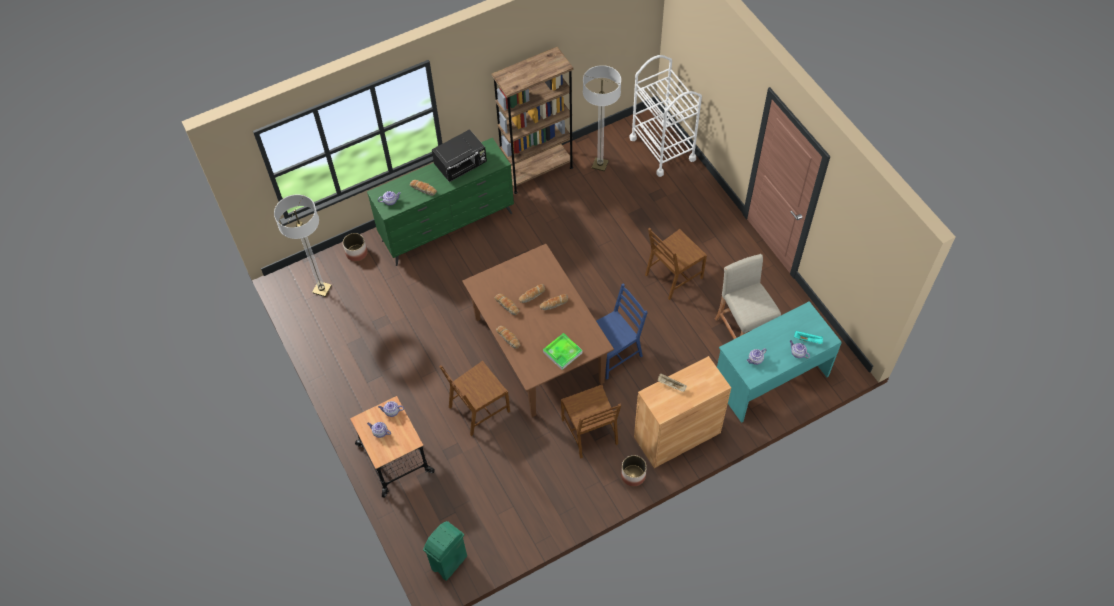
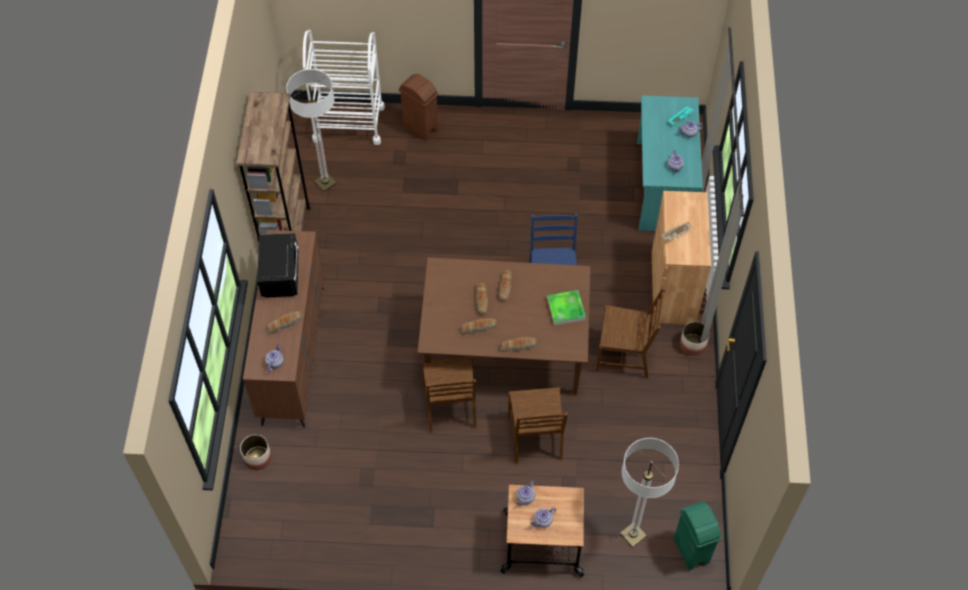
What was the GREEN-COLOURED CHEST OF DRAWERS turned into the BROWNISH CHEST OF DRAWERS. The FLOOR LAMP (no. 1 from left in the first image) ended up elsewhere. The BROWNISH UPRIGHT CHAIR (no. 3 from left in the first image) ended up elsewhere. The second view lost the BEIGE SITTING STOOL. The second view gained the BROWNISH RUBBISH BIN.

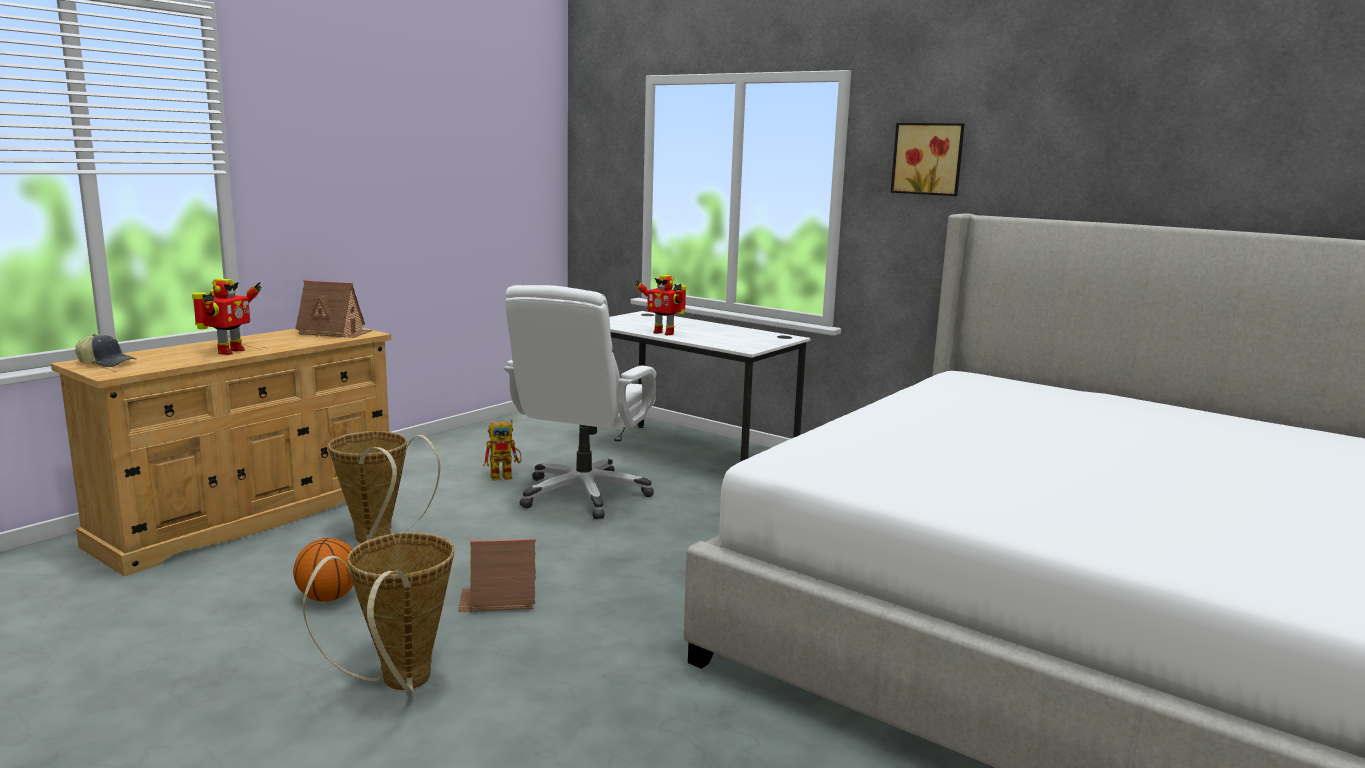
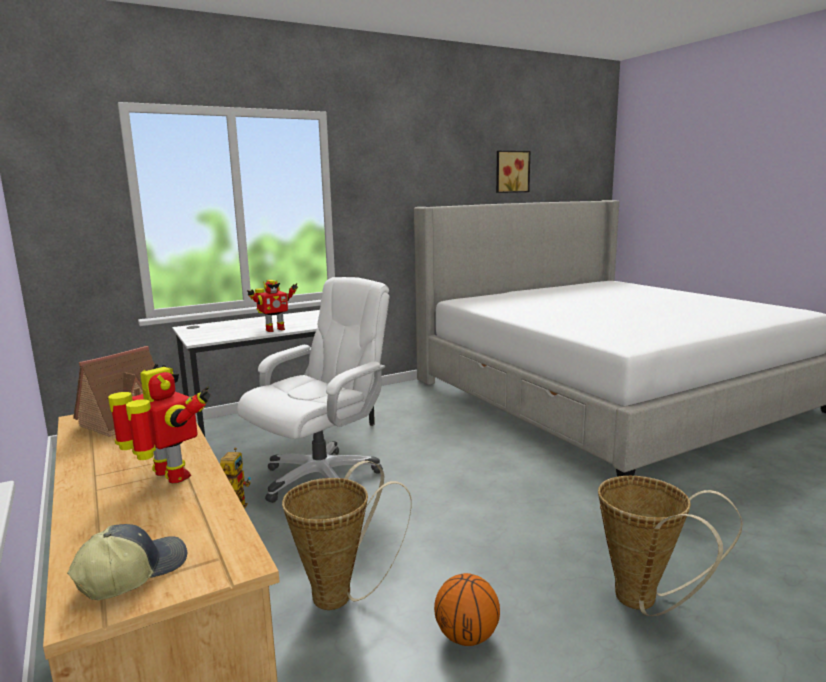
The WALL ART ended up elsewhere. The WHITISH OFFICE CHAIR ended up facing another way, 90 degrees counterclockwise from before. The second view lost the MODEL HOUSE (no. 2 from left).

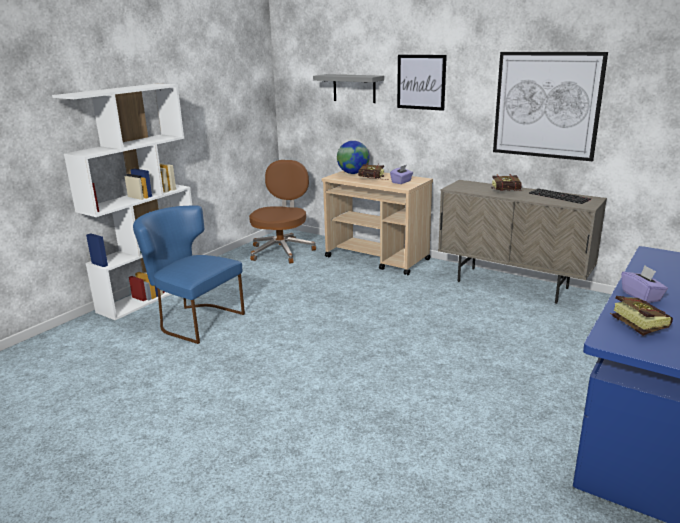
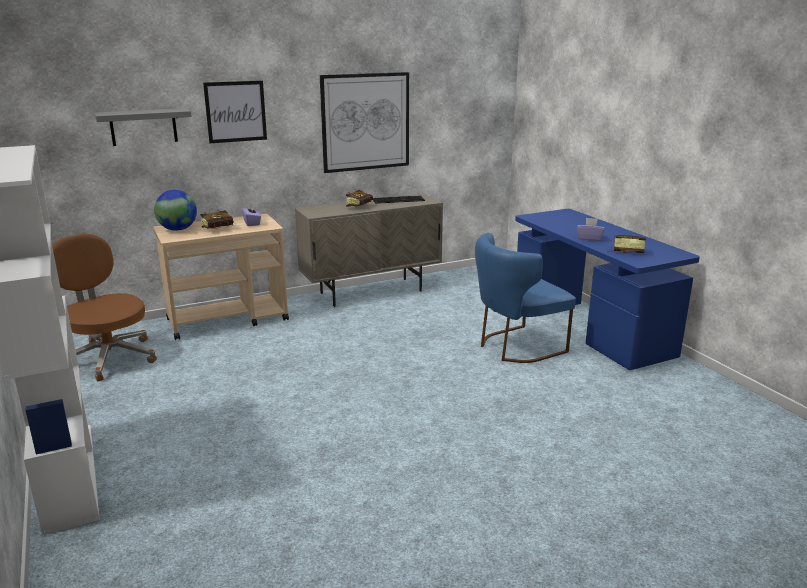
The BLUISH UPRIGHT CHAIR ended up elsewhere.

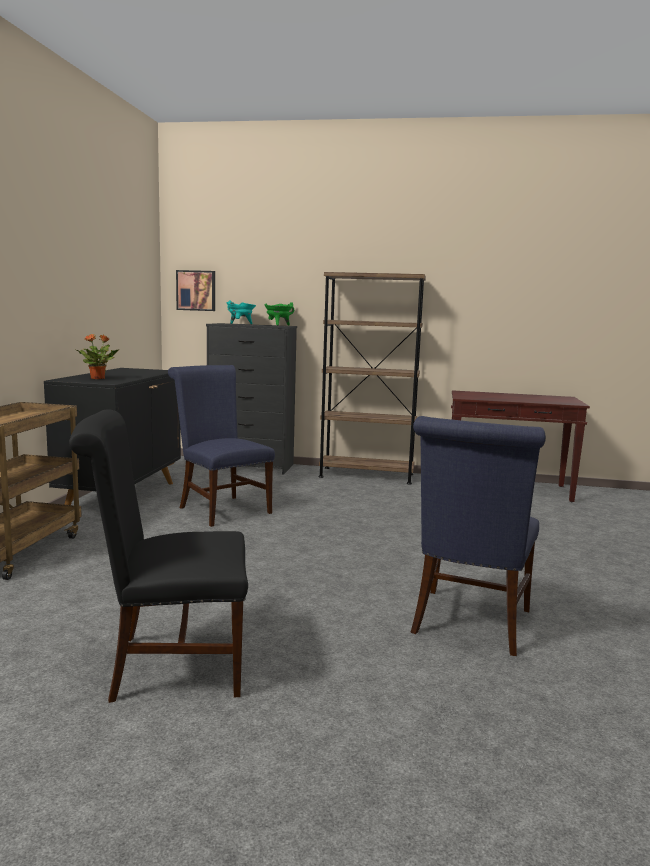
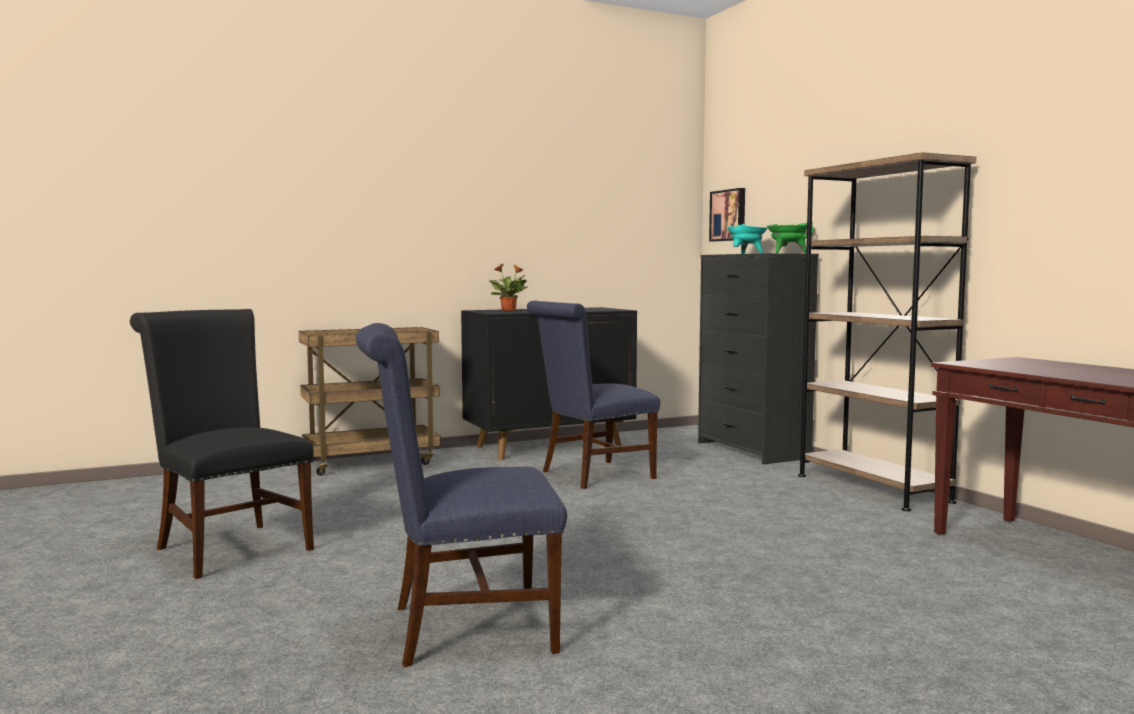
The BLUISH UPRIGHT CHAIR (no. 1 from left in the first image) ended up facing another way, 135 degrees counterclockwise from before.

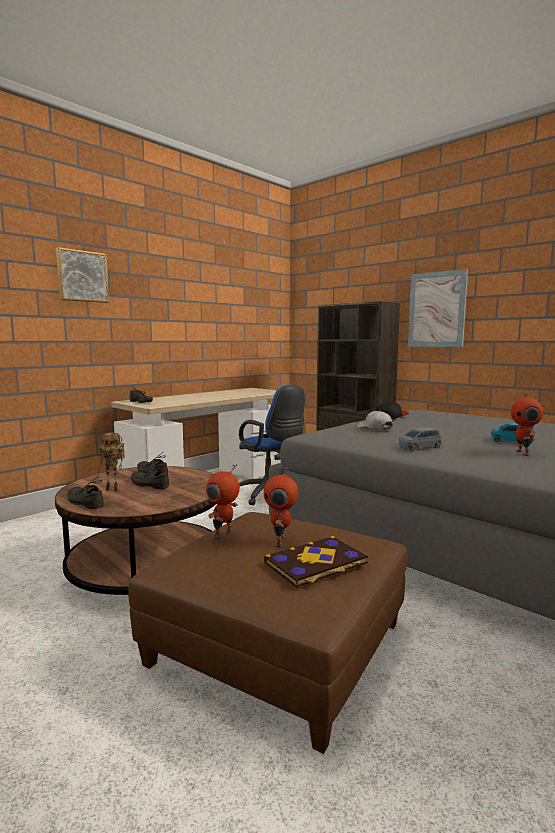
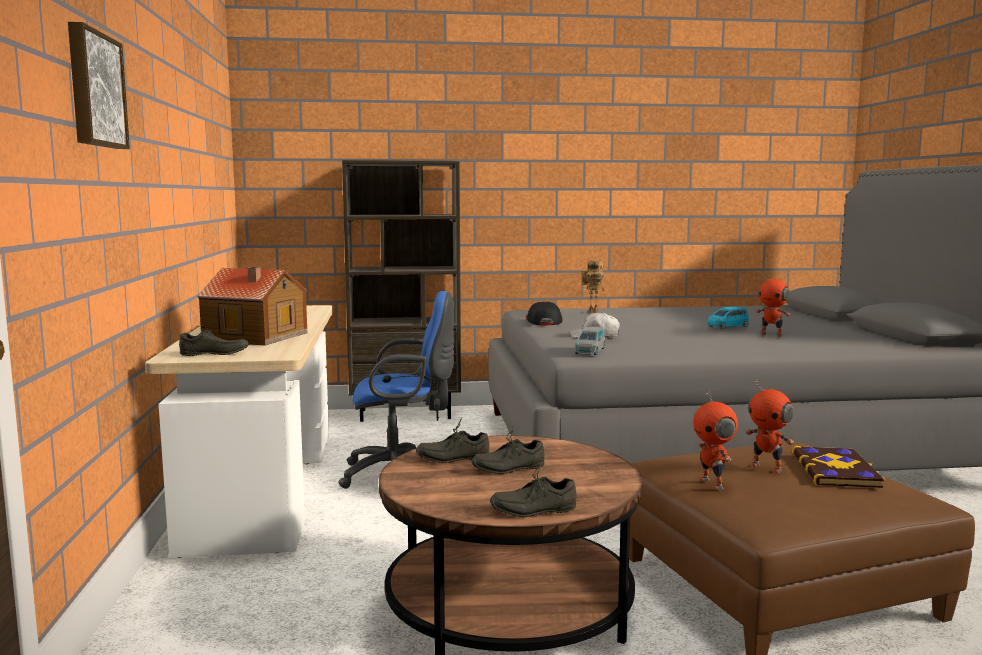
The second view lost the WALL ART (no. 2 from left). The GREYISH TOY CAR ended up elsewhere. The MODEL ROBOT (no. 1 from left) ended up elsewhere. The second view gained the MODEL HOUSE.

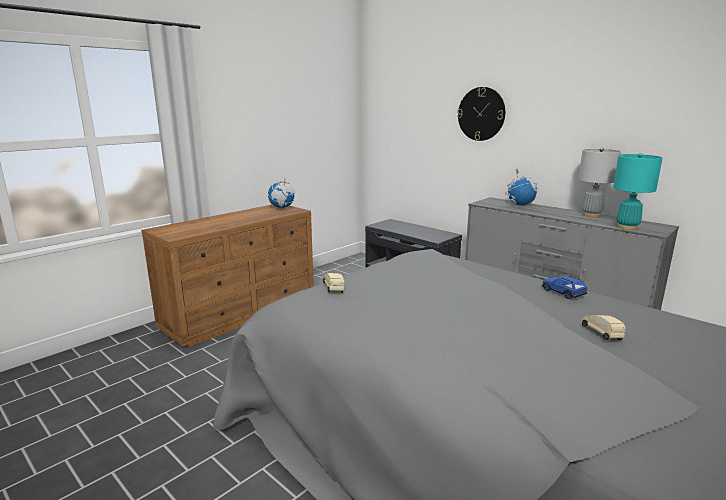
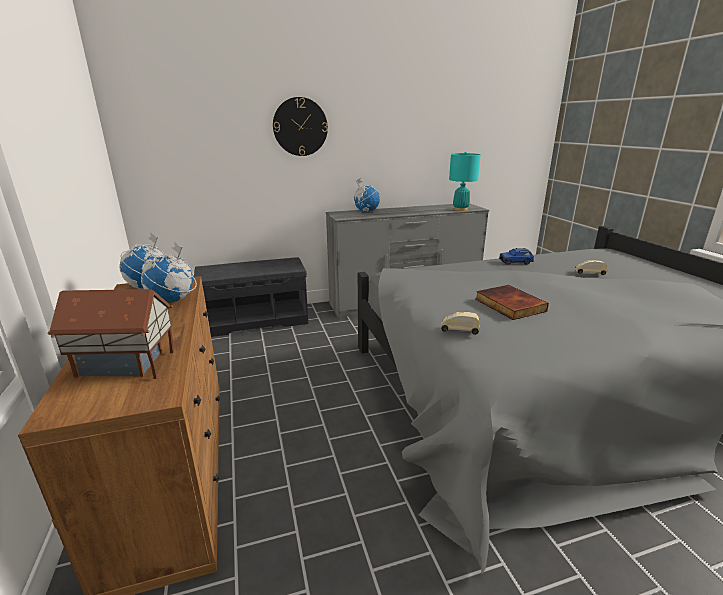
The second view lost the GREYISH LAMP FOR A TABLE. The second view gained the WORLD GLOBE (no. 2 from left). The second view gained the VOLUME. The second view gained the MODEL HOUSE.

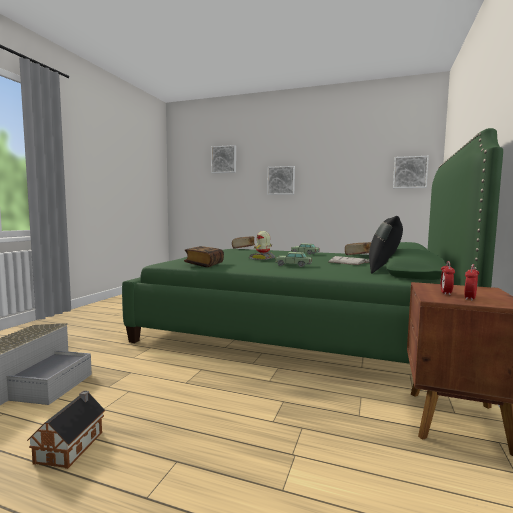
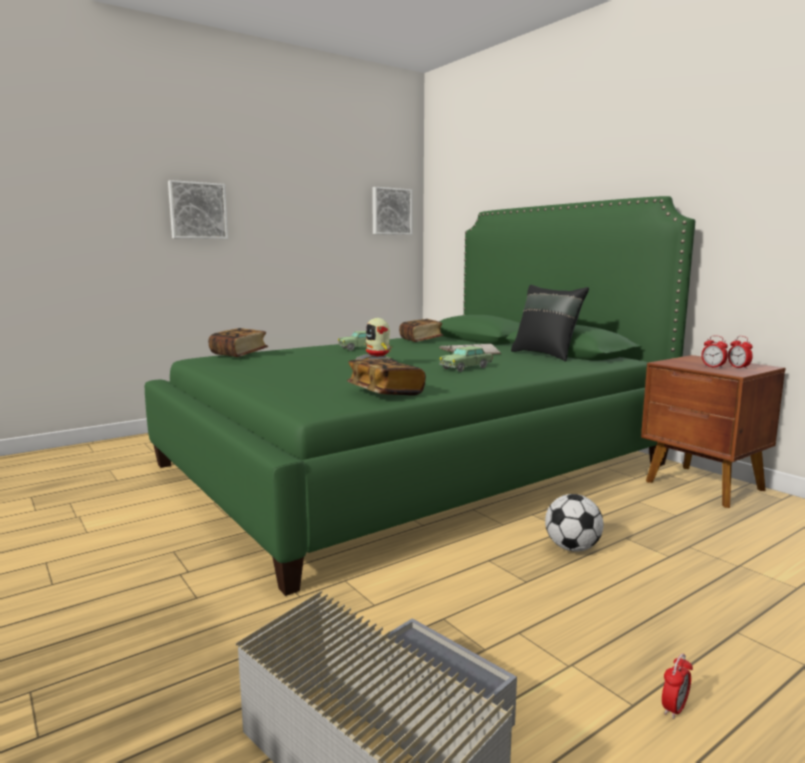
The second view lost the WALL ART (no. 1 from left). Where the MODEL HOUSE stood, the ALARM CLOCK (no. 1 from left) came to stand. The second view gained the BALL FOR FOOTBALL.

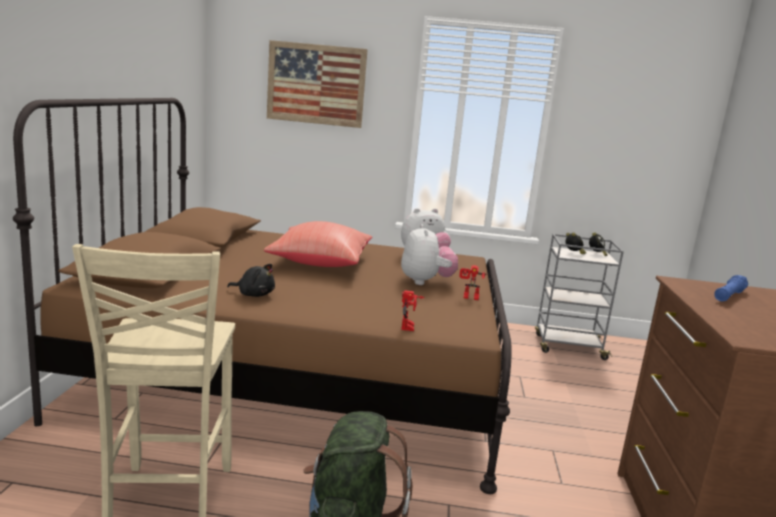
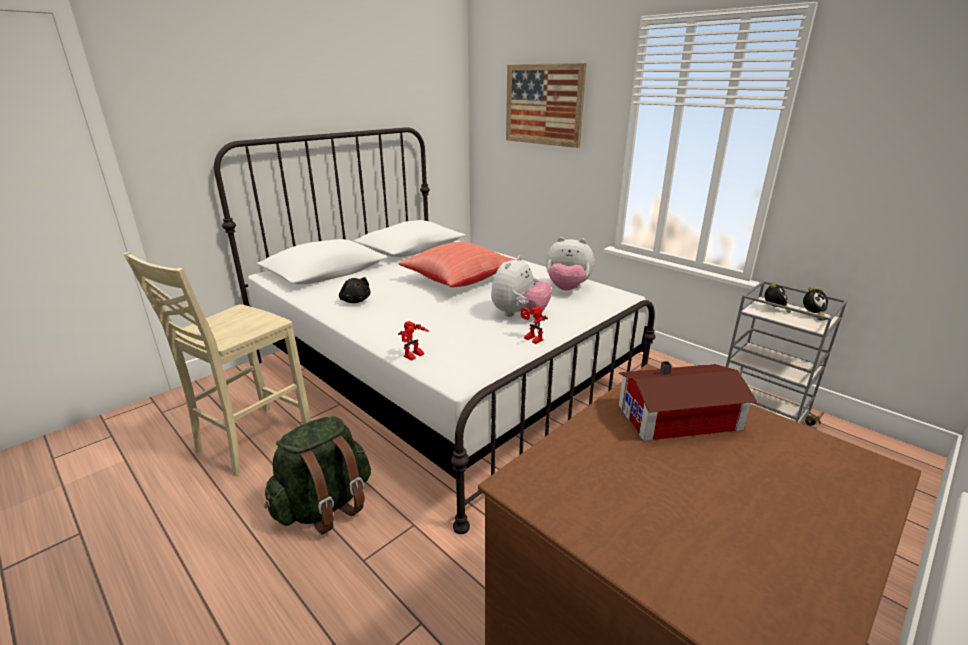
What was the BROWNISH BEDROOM BED turned into the WHITISH BEDROOM BED. Where the BLUISH TORCH stood, the MODEL HOUSE came to stand.

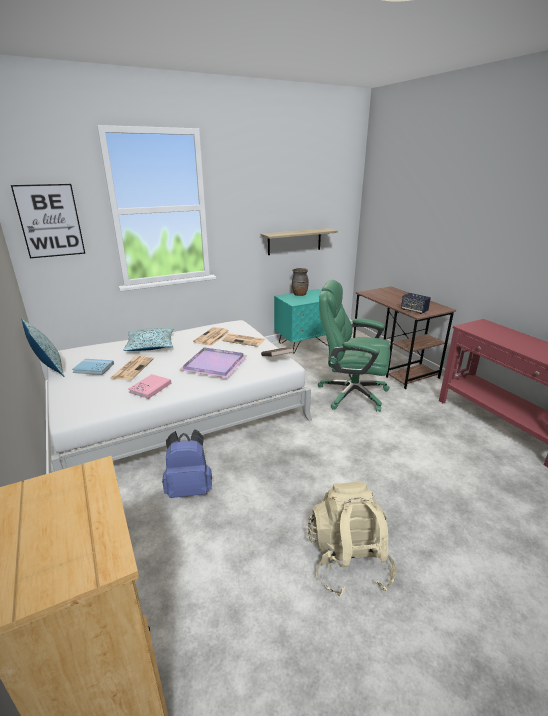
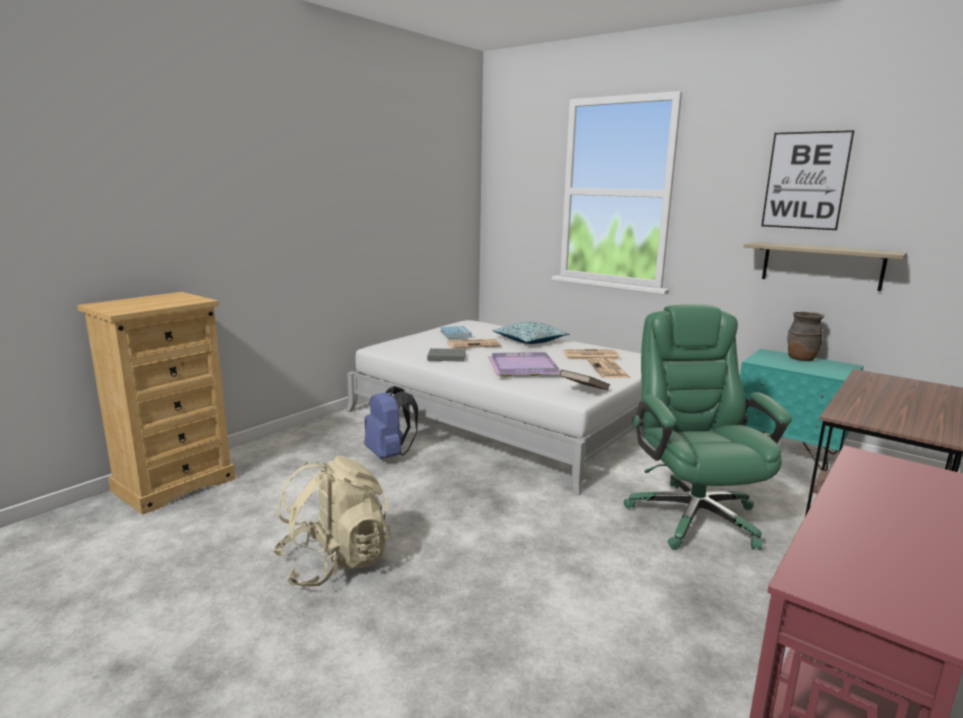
The WALL ART ended up elsewhere. The second view lost the LOUDSPEAKER. The second view lost the PILLOW (no. 1 from left). What was the PINK-COLOURED VOLUME turned into the GREYISH VOLUME.

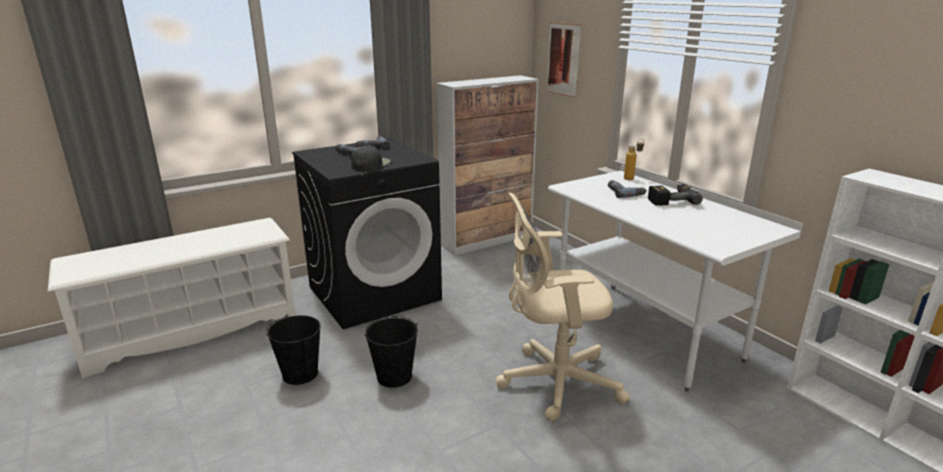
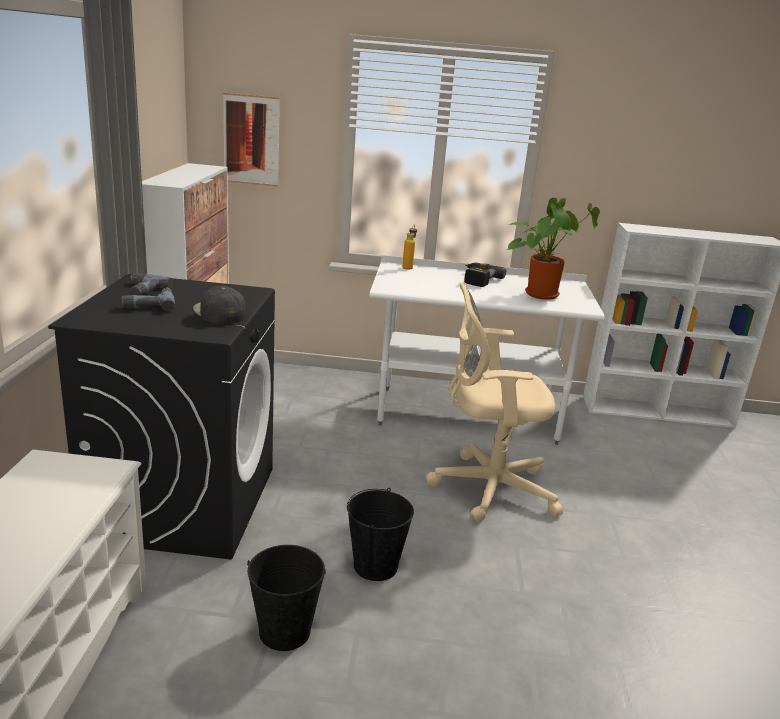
The second view lost the DRILL (no. 3 from left). The BEIGE OFFICE CHAIR ended up facing another way, 60 degrees clockwise from before. The second view gained the HOUSEPLANT.

